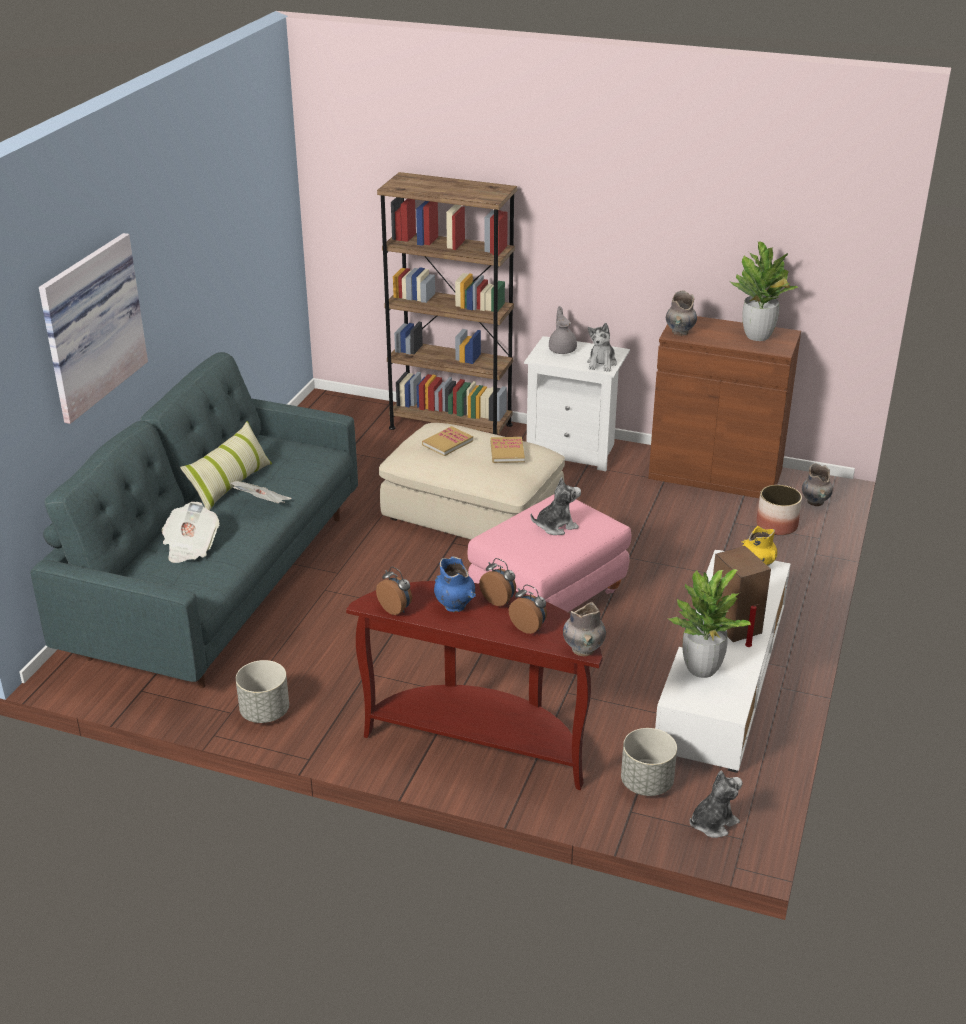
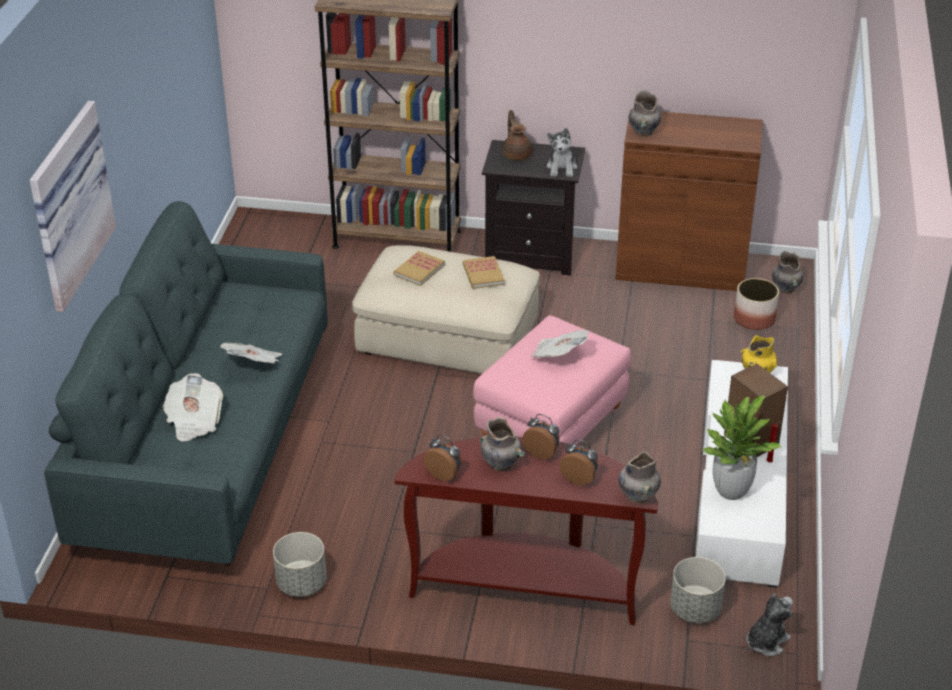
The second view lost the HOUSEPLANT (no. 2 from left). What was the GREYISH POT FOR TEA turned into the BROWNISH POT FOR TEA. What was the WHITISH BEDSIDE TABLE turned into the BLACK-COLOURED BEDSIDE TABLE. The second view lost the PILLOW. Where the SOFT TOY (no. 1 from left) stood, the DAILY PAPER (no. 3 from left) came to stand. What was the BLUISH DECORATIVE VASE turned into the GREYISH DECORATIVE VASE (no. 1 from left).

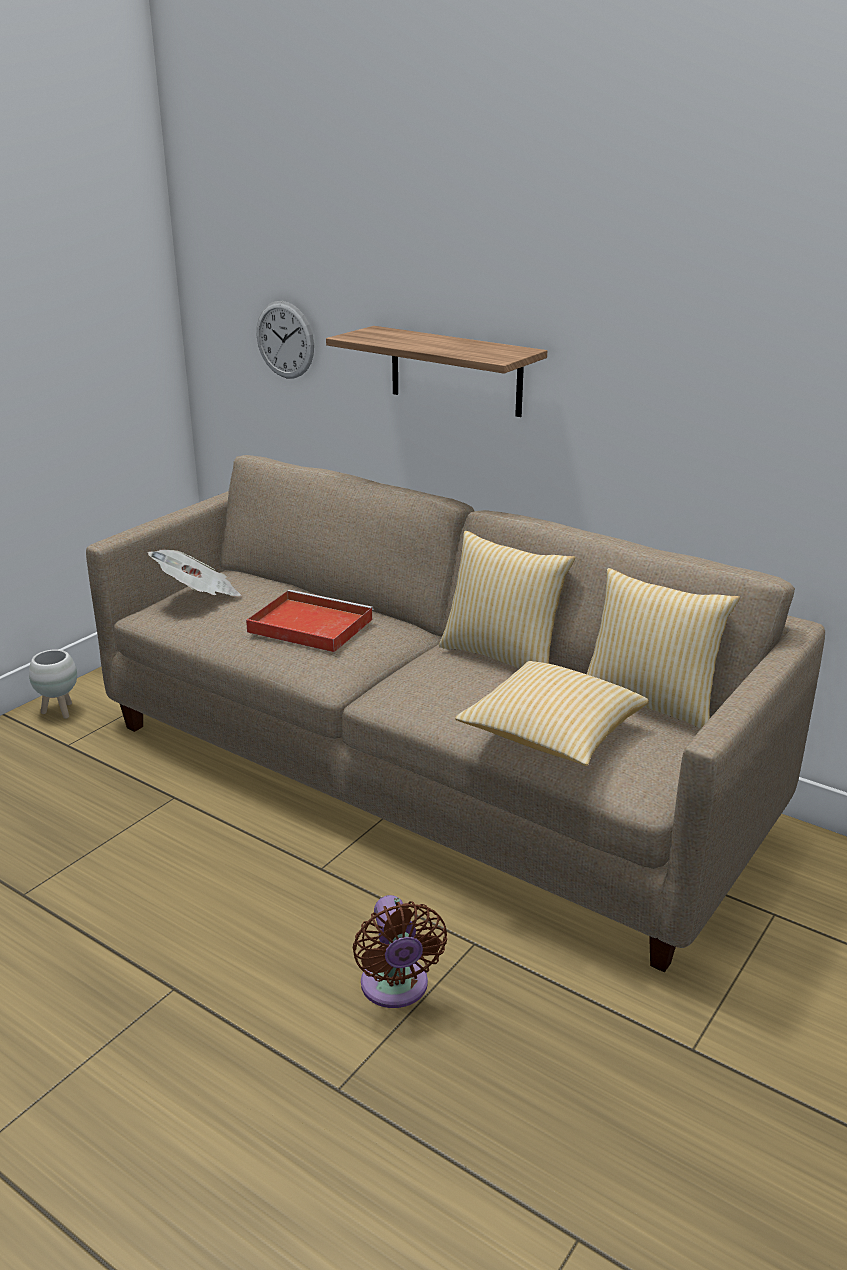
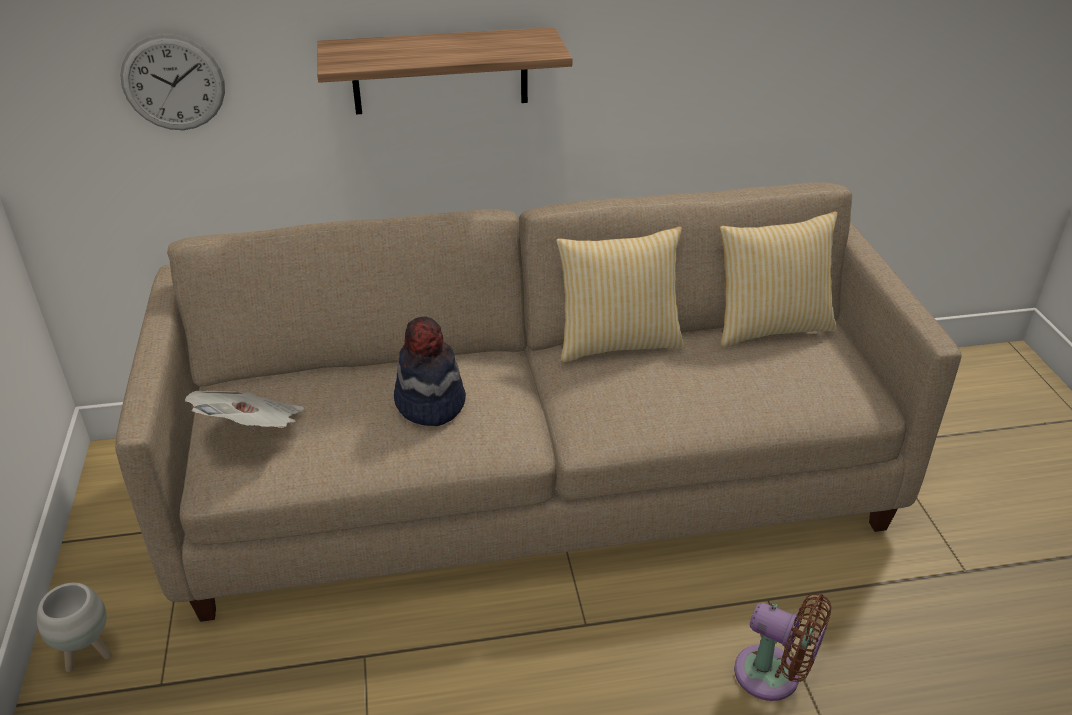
Where the REDDISH CARRYING TRAY stood, the HAT came to stand. The second view lost the PILLOW (no. 2 from left).

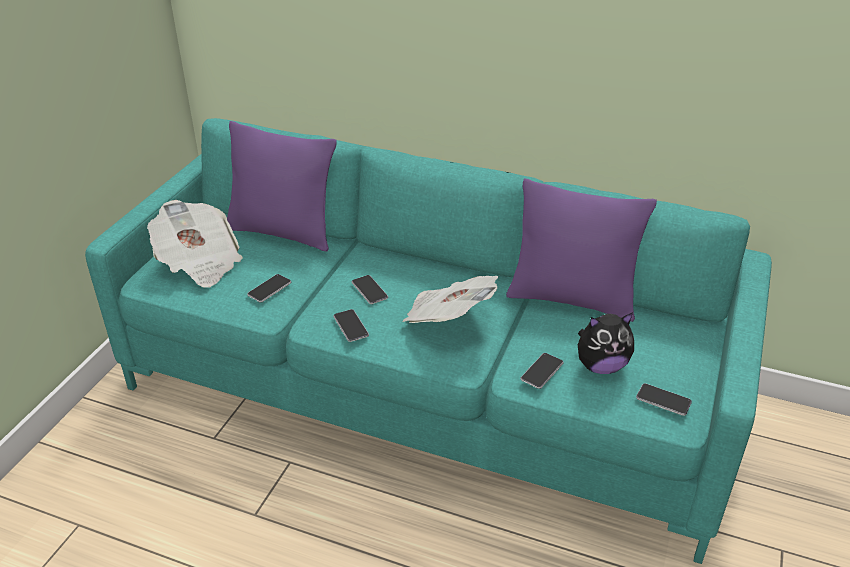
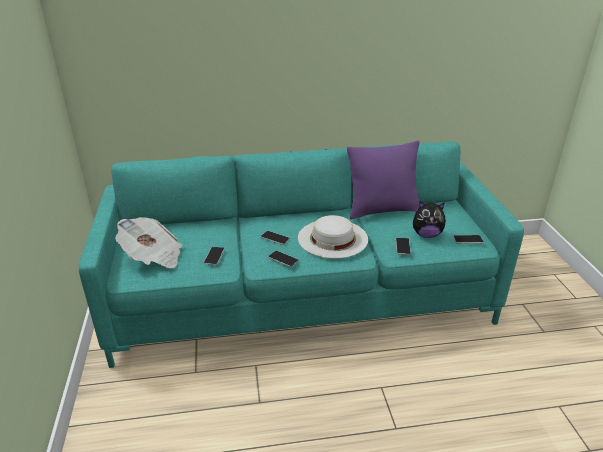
The second view lost the PURPLE-COLOURED PILLOW (no. 1 from left). Where the DAILY PAPER (no. 2 from left) stood, the WHITISH HAT came to stand. The SOFT TOY ended up facing another way, 45 degrees clockwise from before.

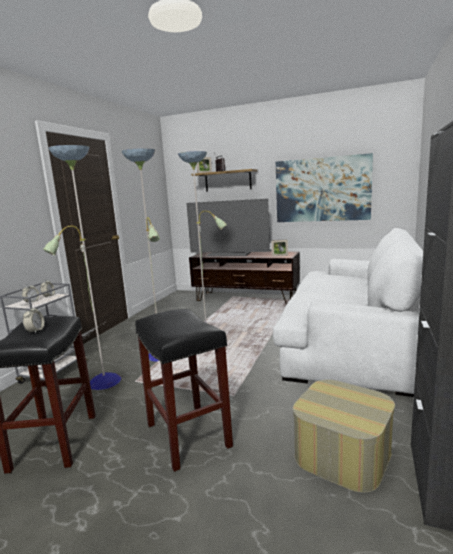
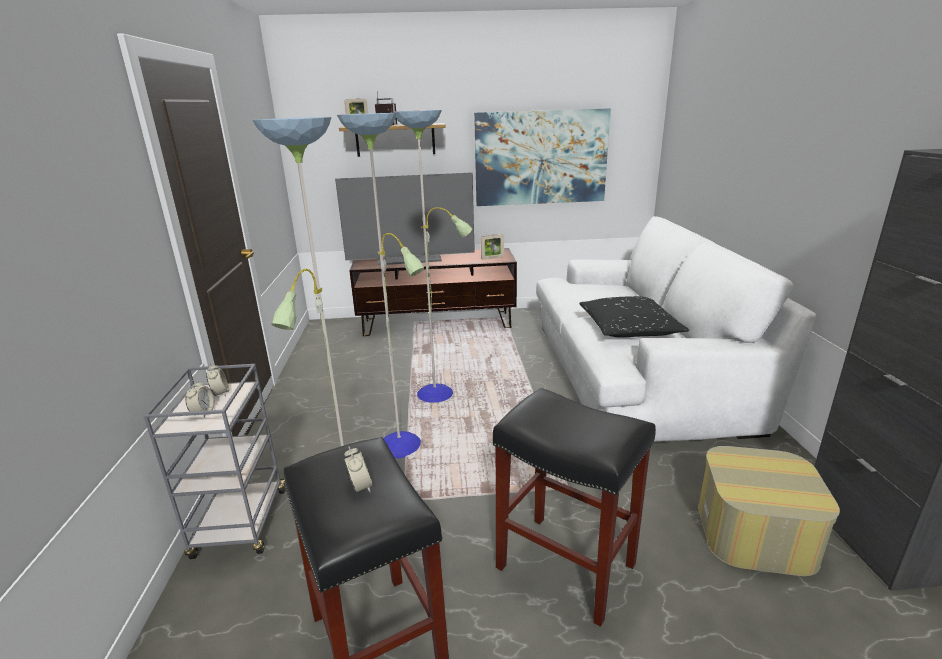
The second view gained the BLACK-COLOURED PILLOW.

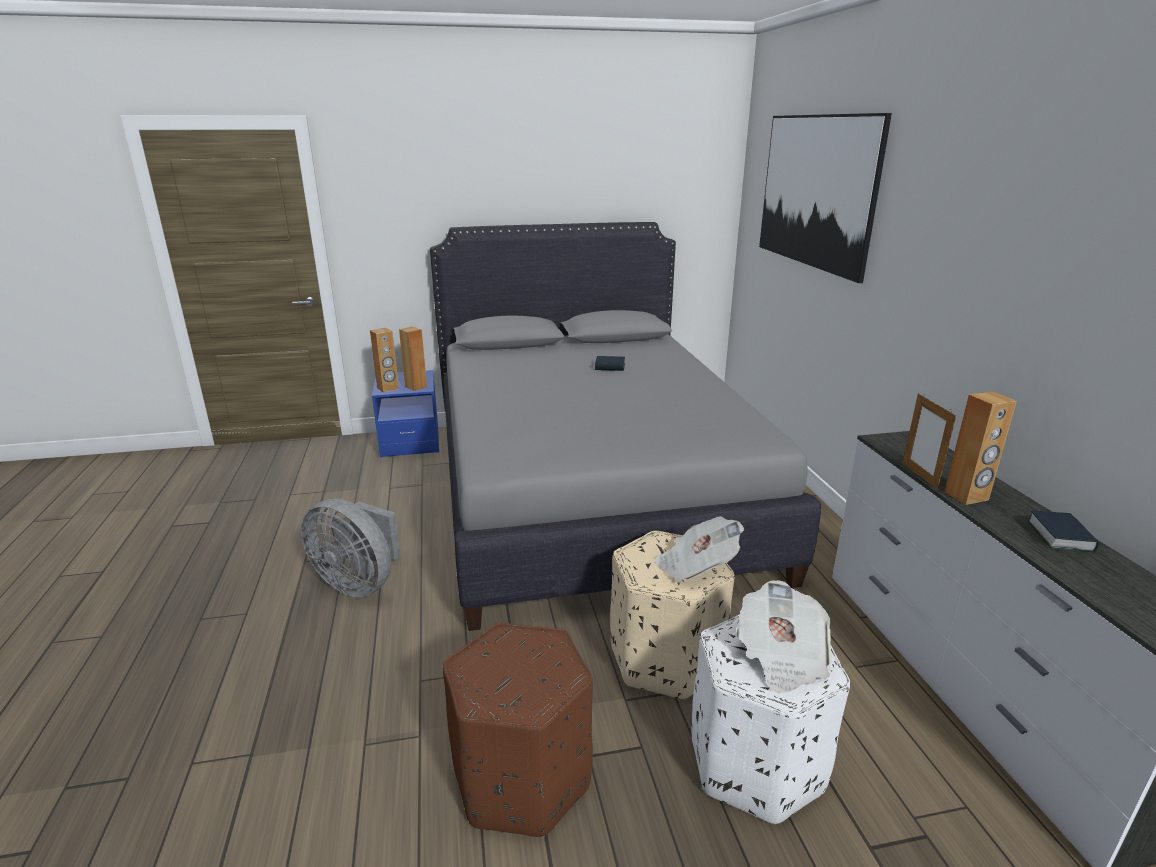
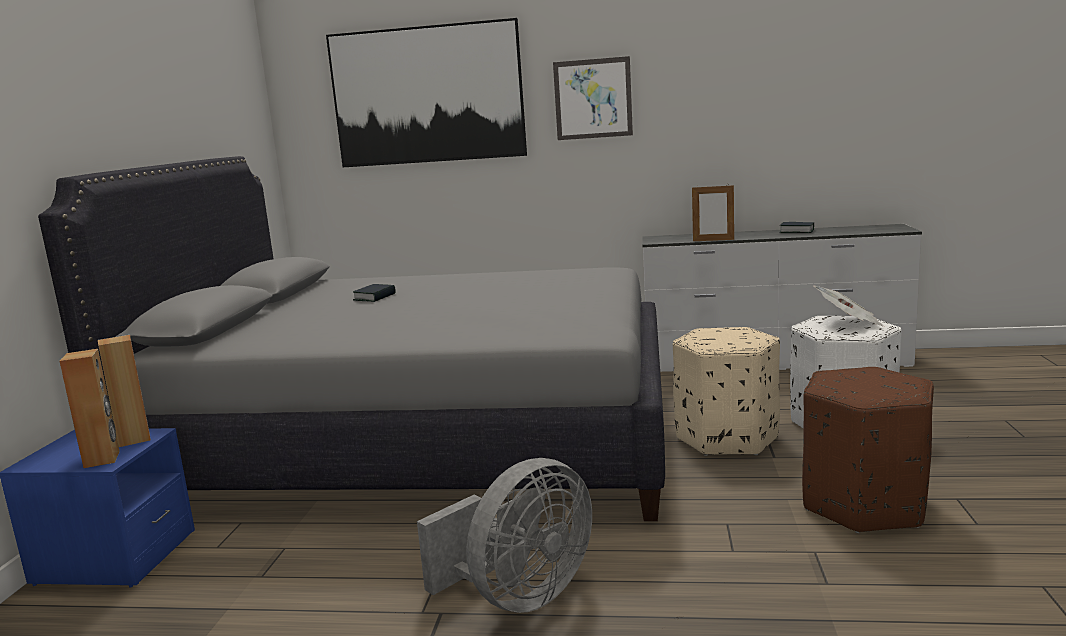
The second view lost the BROWNISH LOUDSPEAKER (no. 3 from left). The second view lost the DAILY PAPER (no. 1 from left). The second view gained the WALL ART (no. 2 from left).

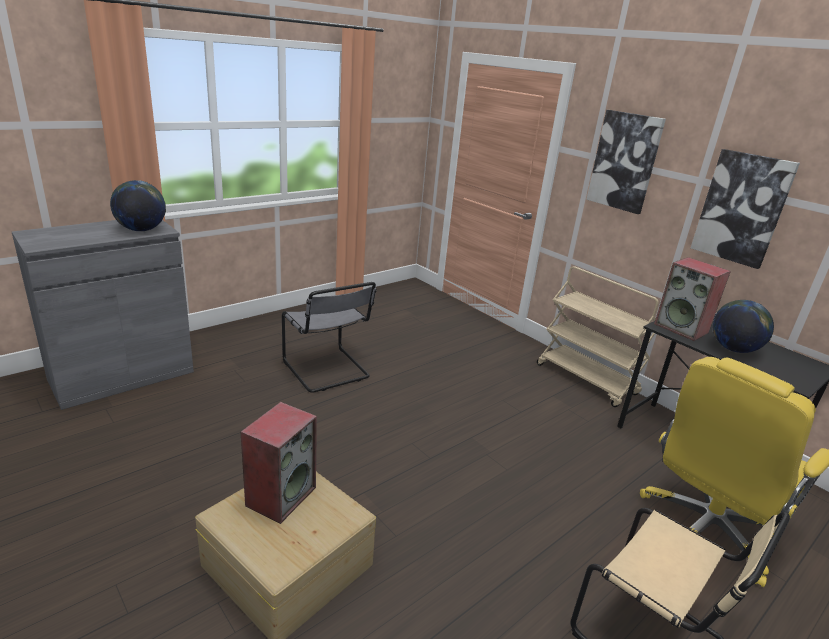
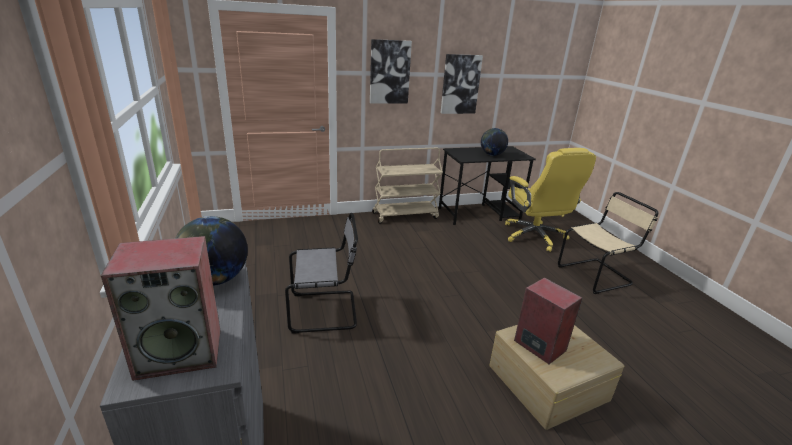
The LOUDSPEAKER (no. 2 from left in the first image) ended up elsewhere.

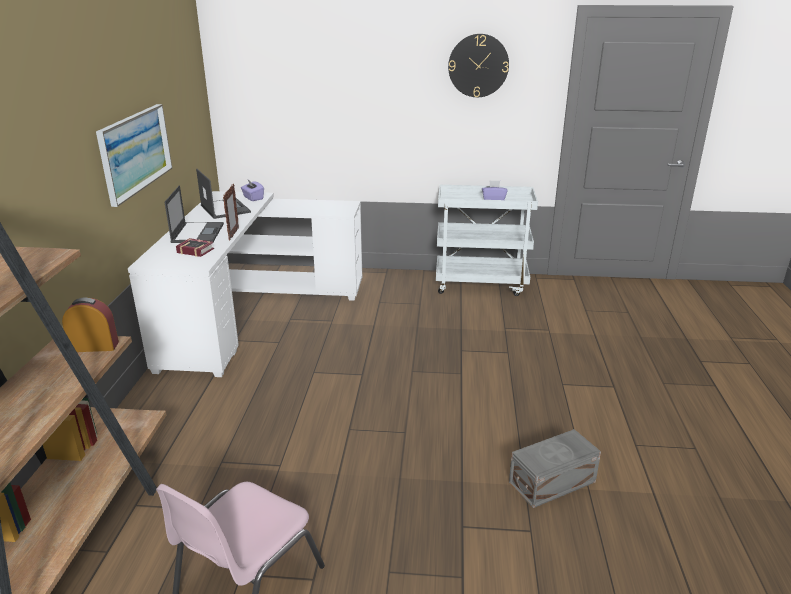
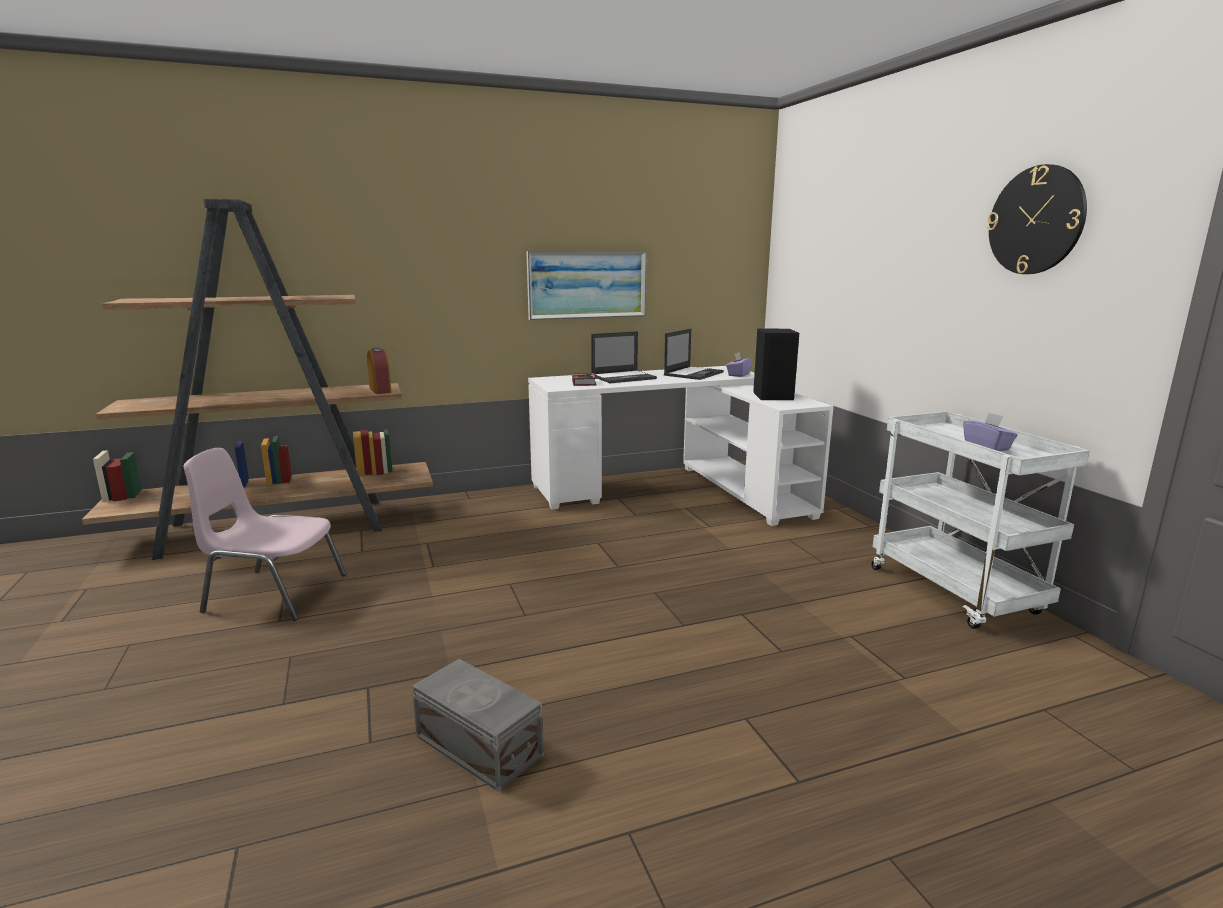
The second view lost the STANDING FRAME. The second view gained the BLACK-COLOURED LOUDSPEAKER.

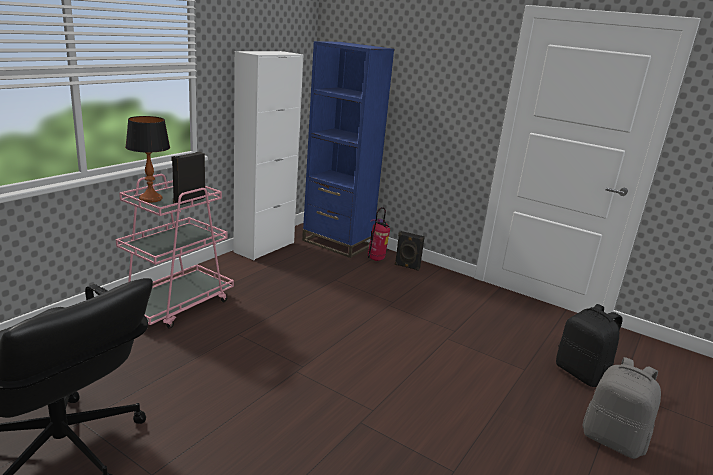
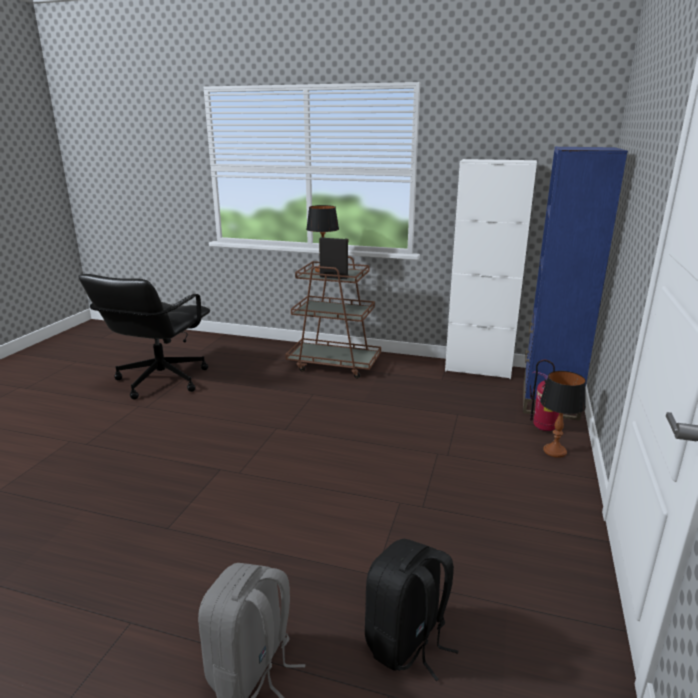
What was the PINK-COLOURED TROLLEY turned into the BROWNISH TROLLEY. Where the BLACK-COLOURED LOUDSPEAKER (no. 2 from left) stood, the LAMP FOR A TABLE (no. 2 from left) came to stand.

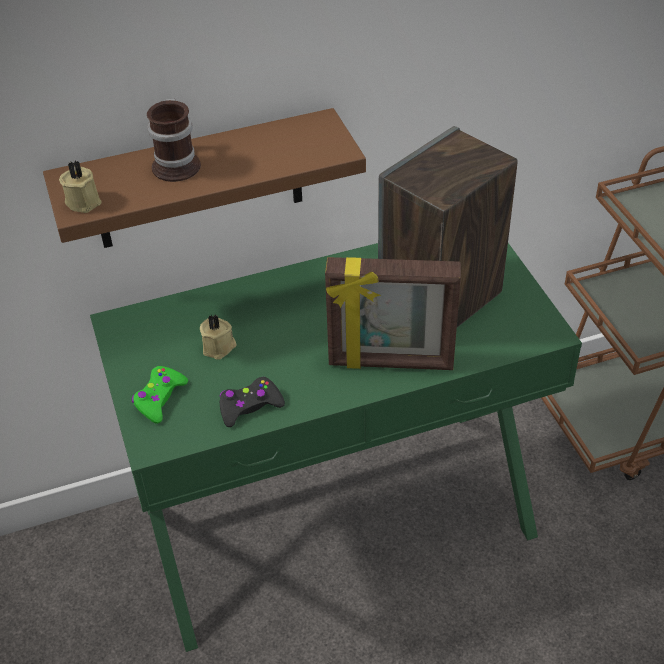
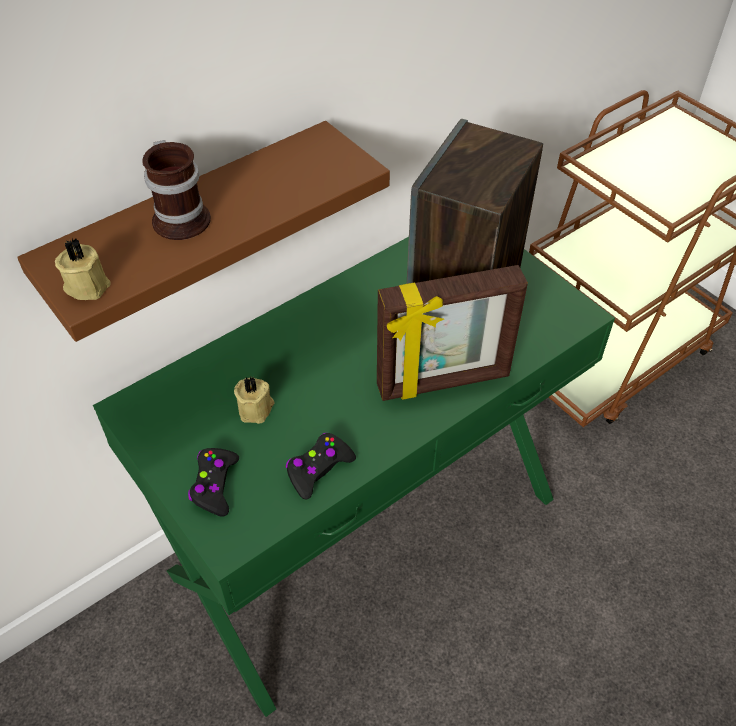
What was the GREEN-COLOURED GAMEPAD turned into the BLACK-COLOURED GAMEPAD (no. 1 from left).

